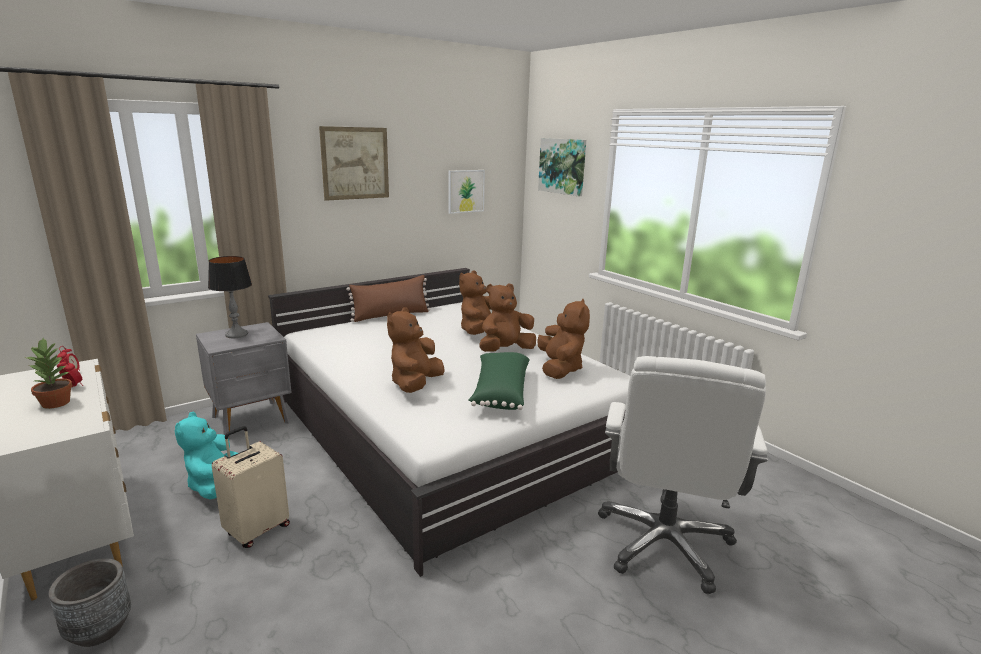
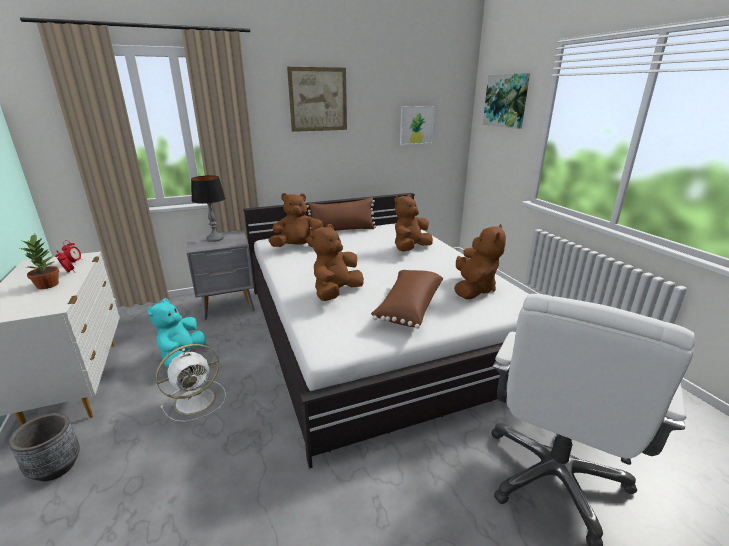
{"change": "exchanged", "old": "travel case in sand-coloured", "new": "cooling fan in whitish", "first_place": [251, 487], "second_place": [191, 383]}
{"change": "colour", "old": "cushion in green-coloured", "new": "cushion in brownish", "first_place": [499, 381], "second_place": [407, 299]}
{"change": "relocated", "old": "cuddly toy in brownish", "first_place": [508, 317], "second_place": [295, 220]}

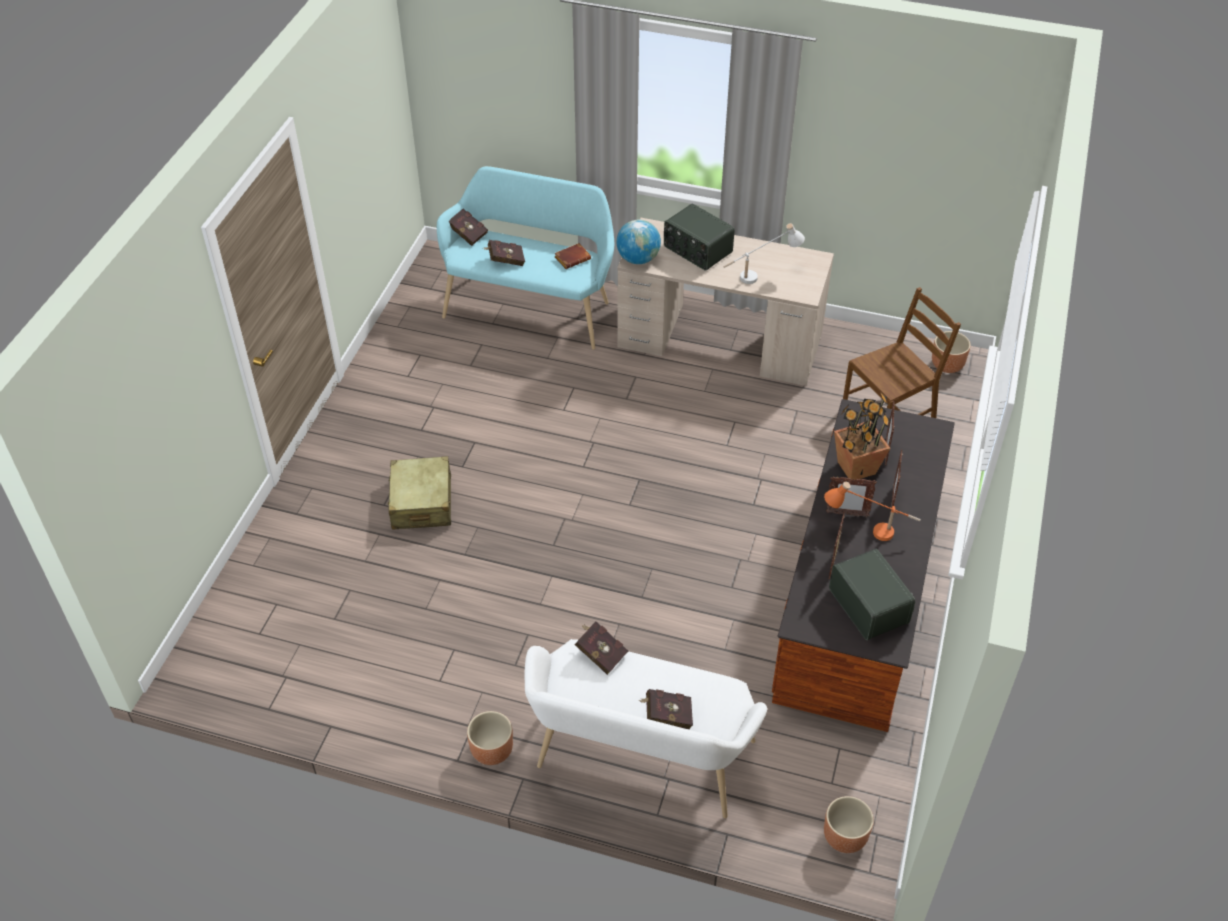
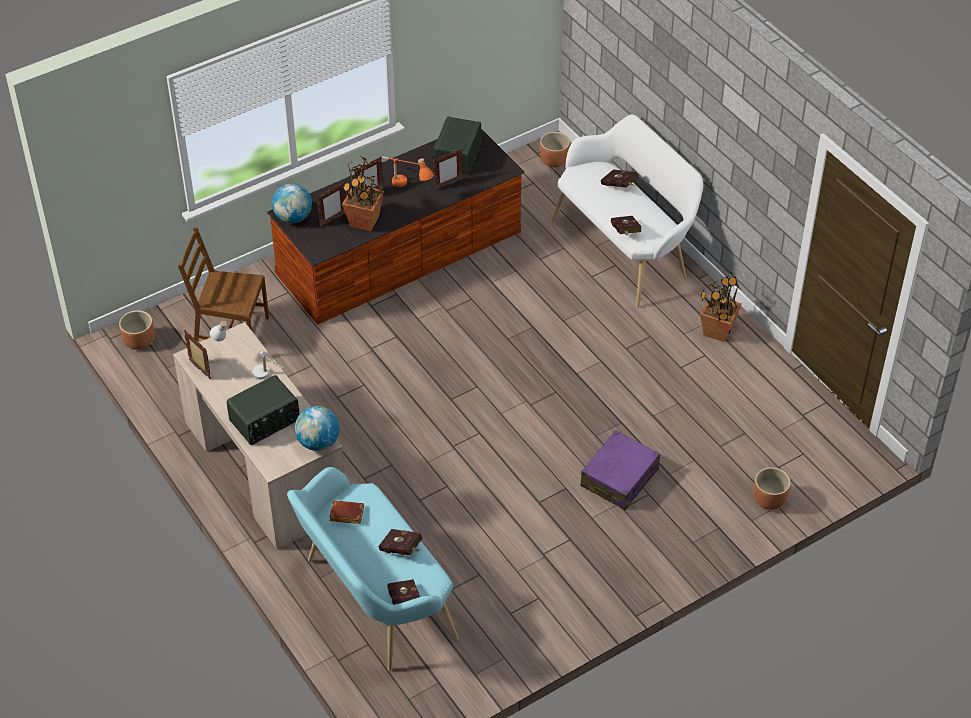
{"change": "colour", "old": "travel case in sand-coloured", "new": "travel case in purplish", "first_place": [419, 492], "second_place": [620, 470]}
{"change": "relocated", "old": "flower pot in brownish", "first_place": [490, 738], "second_place": [772, 488]}
{"change": "spun", "old": "radio", "first_place": [699, 237], "second_place": [262, 410], "degrees": 60}
{"change": "relocated", "old": "photo frame", "first_place": [851, 496], "second_place": [197, 354]}
{"change": "appeared", "new": "desk globe", "second_place": [292, 203]}
{"change": "appeared", "new": "potted plant", "second_place": [721, 306]}

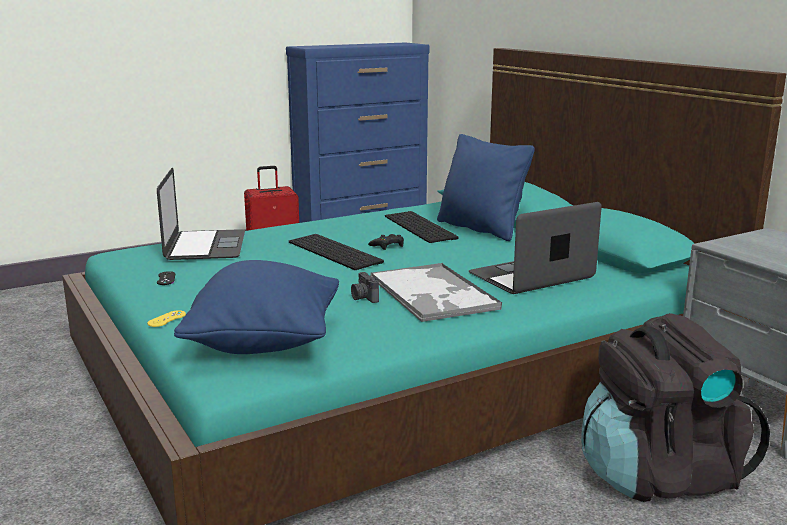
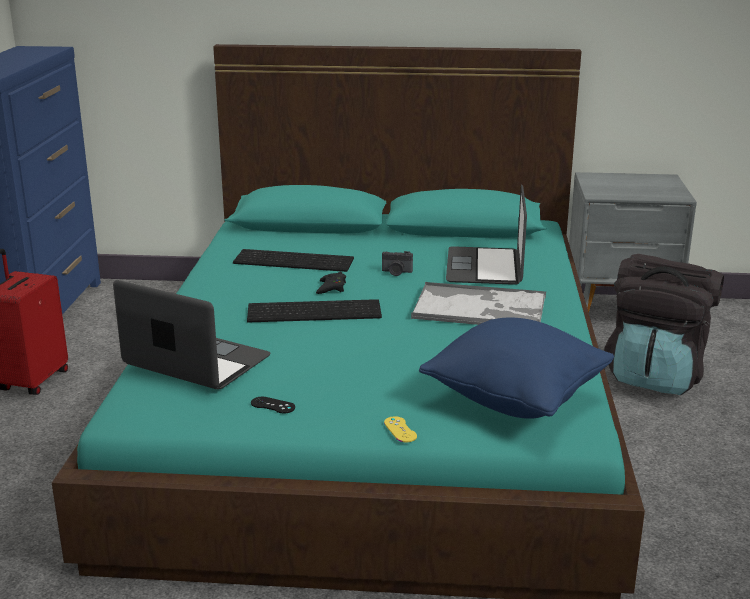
{"change": "relocated", "old": "still camera", "first_place": [365, 287], "second_place": [397, 263]}
{"change": "missing", "old": "cushion in bluish", "first_place": [486, 187]}

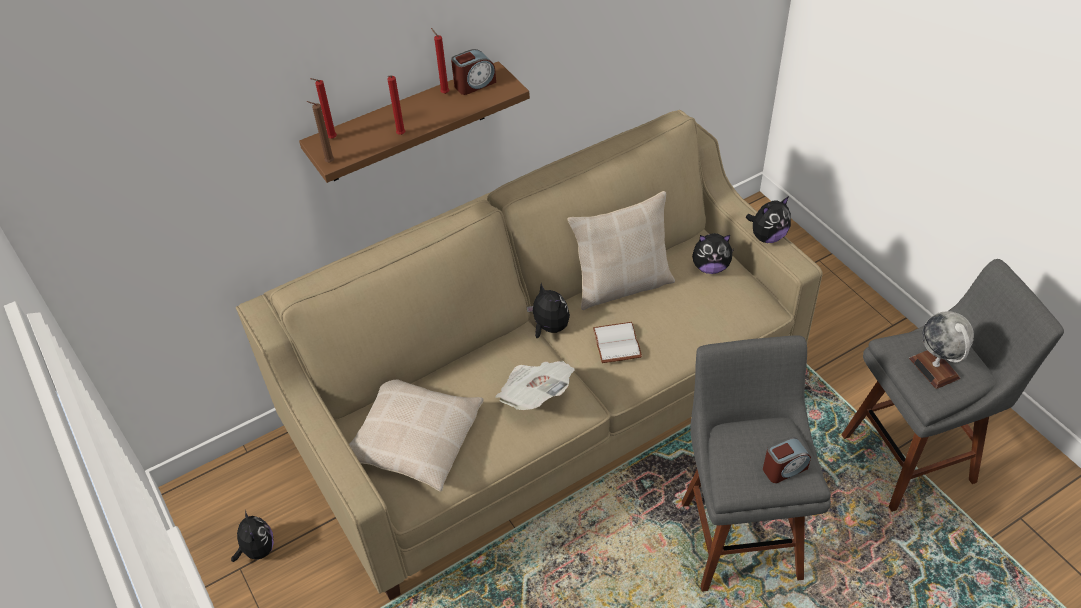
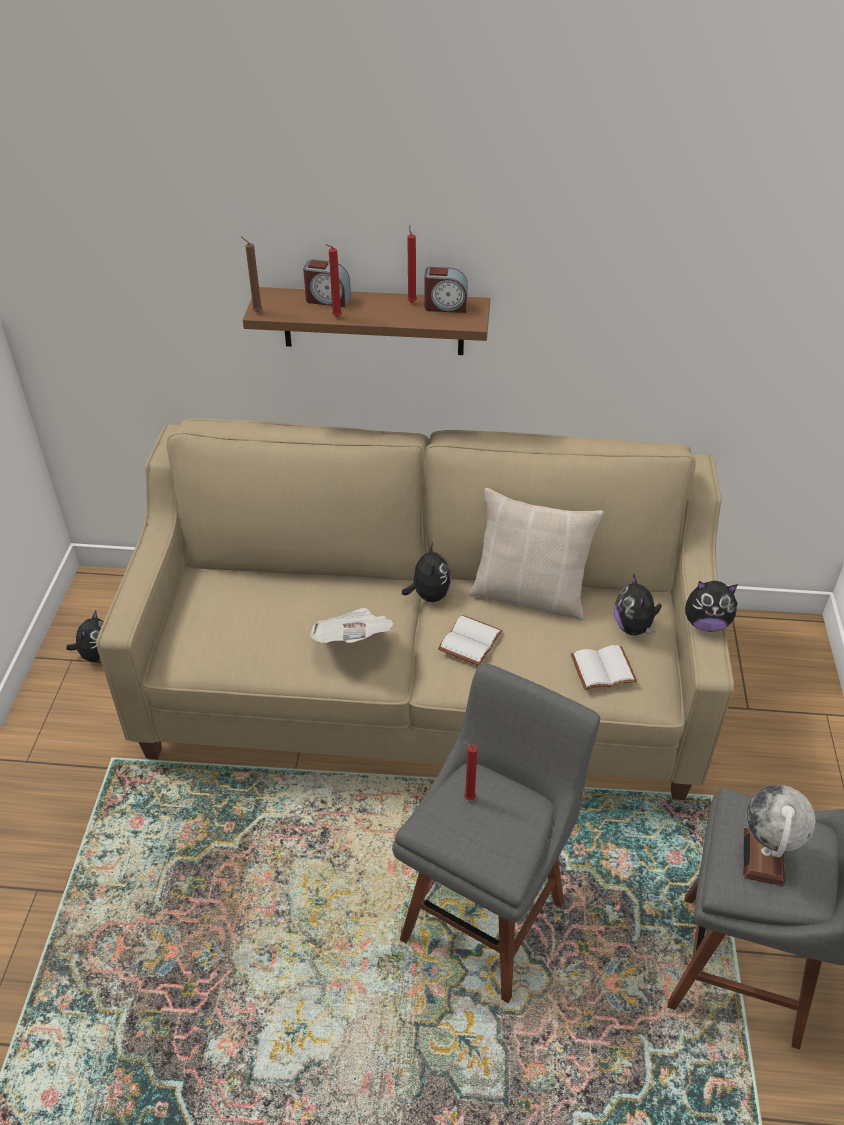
{"change": "relocated", "old": "wax light in red", "first_place": [323, 108], "second_place": [470, 771]}
{"change": "missing", "old": "cushion in sand-coloured", "first_place": [416, 436]}
{"change": "spun", "old": "cuddly toy", "first_place": [713, 253], "second_place": [638, 604], "degrees": 45}
{"change": "relocated", "old": "table clock", "first_place": [787, 460], "second_place": [327, 283]}
{"change": "appeared", "new": "bound book in whitish", "second_place": [604, 667]}

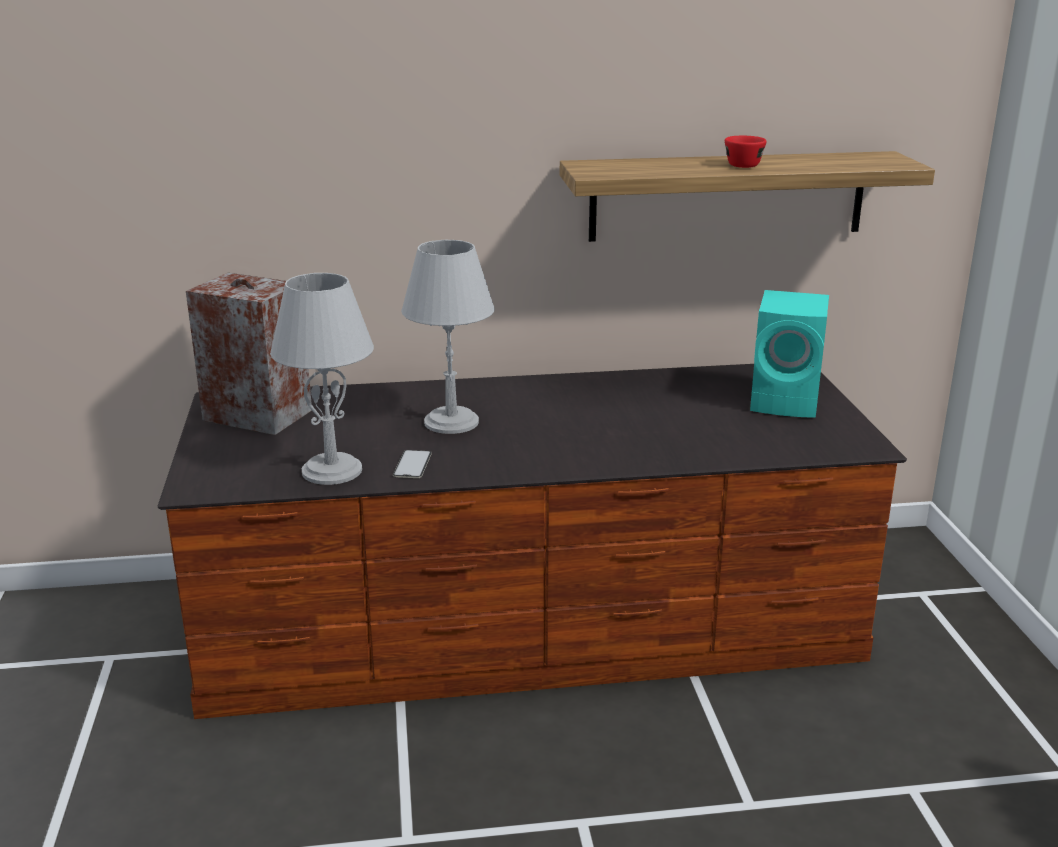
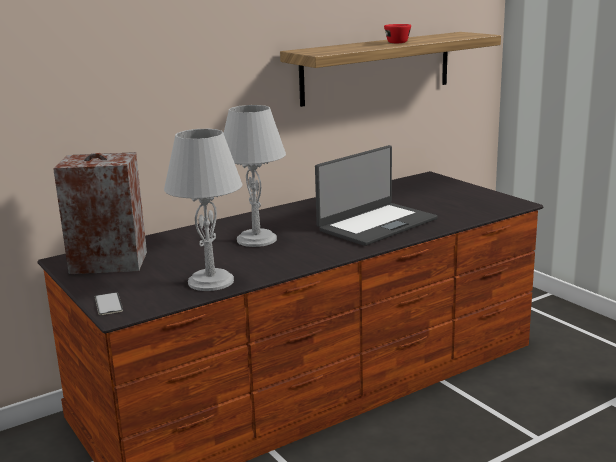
{"change": "relocated", "old": "telephone", "first_place": [412, 464], "second_place": [109, 303]}
{"change": "missing", "old": "audio speaker in turquoise-coloured", "first_place": [789, 354]}
{"change": "appeared", "new": "notebook computer", "second_place": [376, 195]}

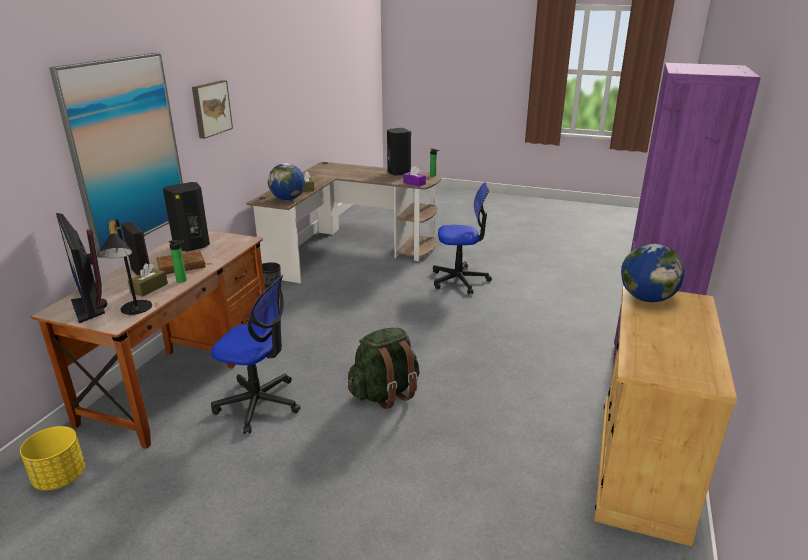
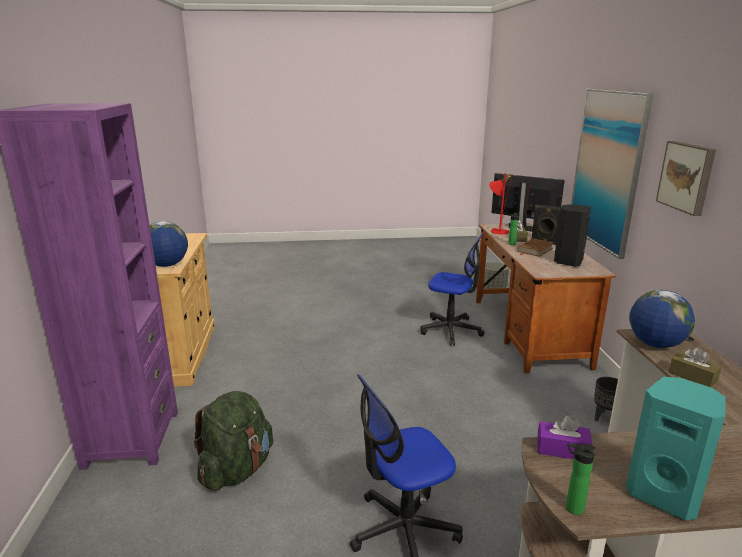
{"change": "colour", "old": "flower pot in yellow", "new": "flower pot in gray", "first_place": [52, 458], "second_place": [496, 275]}
{"change": "colour", "old": "table lamp in black", "new": "table lamp in red", "first_place": [125, 267], "second_place": [500, 203]}
{"change": "spun", "old": "office chair", "first_place": [256, 354], "second_place": [452, 289], "degrees": -150}
{"change": "relocated", "old": "knapsack in green-coloured", "first_place": [384, 368], "second_place": [233, 441]}
{"change": "colour", "old": "audio speaker in black", "new": "audio speaker in turquoise-coloured", "first_place": [399, 152], "second_place": [676, 448]}

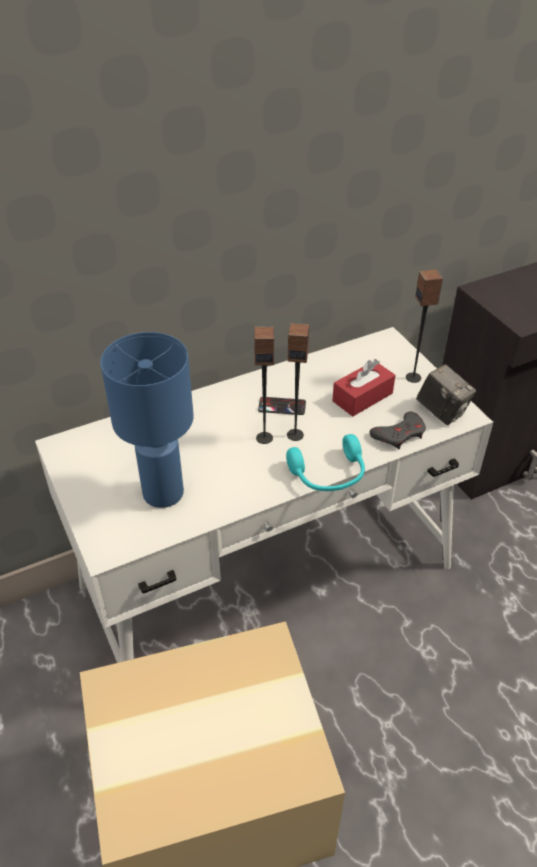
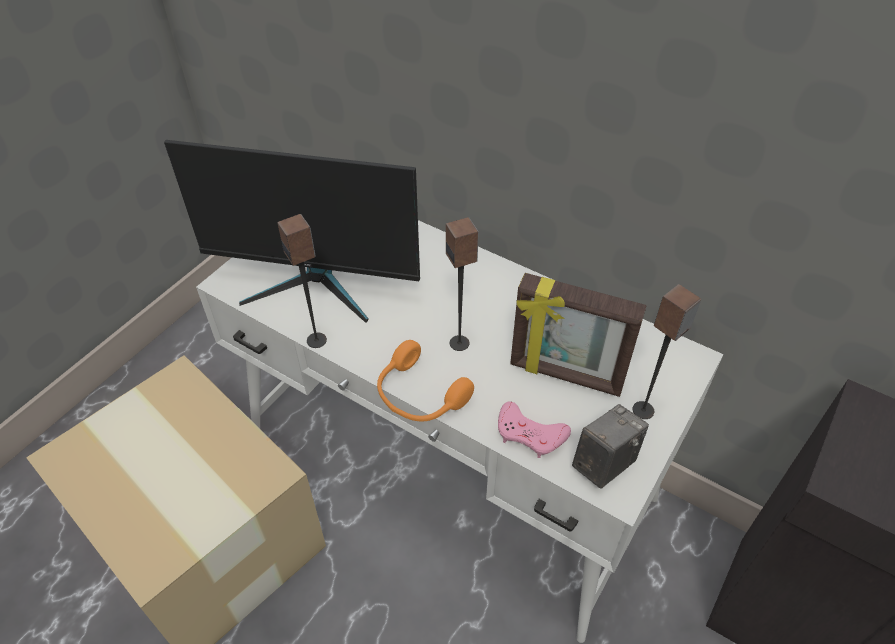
{"change": "exchanged", "old": "table lamp in bluish", "new": "monitor", "first_place": [147, 420], "second_place": [292, 231]}
{"change": "relocated", "old": "audio speaker", "first_place": [264, 385], "second_place": [302, 281]}
{"change": "missing", "old": "telephone", "first_place": [282, 406]}
{"change": "colour", "old": "headphones in turquoise-coloured", "new": "headphones in orange-coloured", "first_place": [325, 462], "second_place": [425, 381]}
{"change": "exchanged", "old": "tissue holder in red", "new": "photo frame", "first_place": [363, 388], "second_place": [578, 335]}
{"change": "colour", "old": "game controller in gray", "new": "game controller in pinkish", "first_place": [397, 430], "second_place": [534, 429]}
{"change": "spun", "old": "still camera", "first_place": [446, 394], "second_place": [610, 446], "degrees": -150}

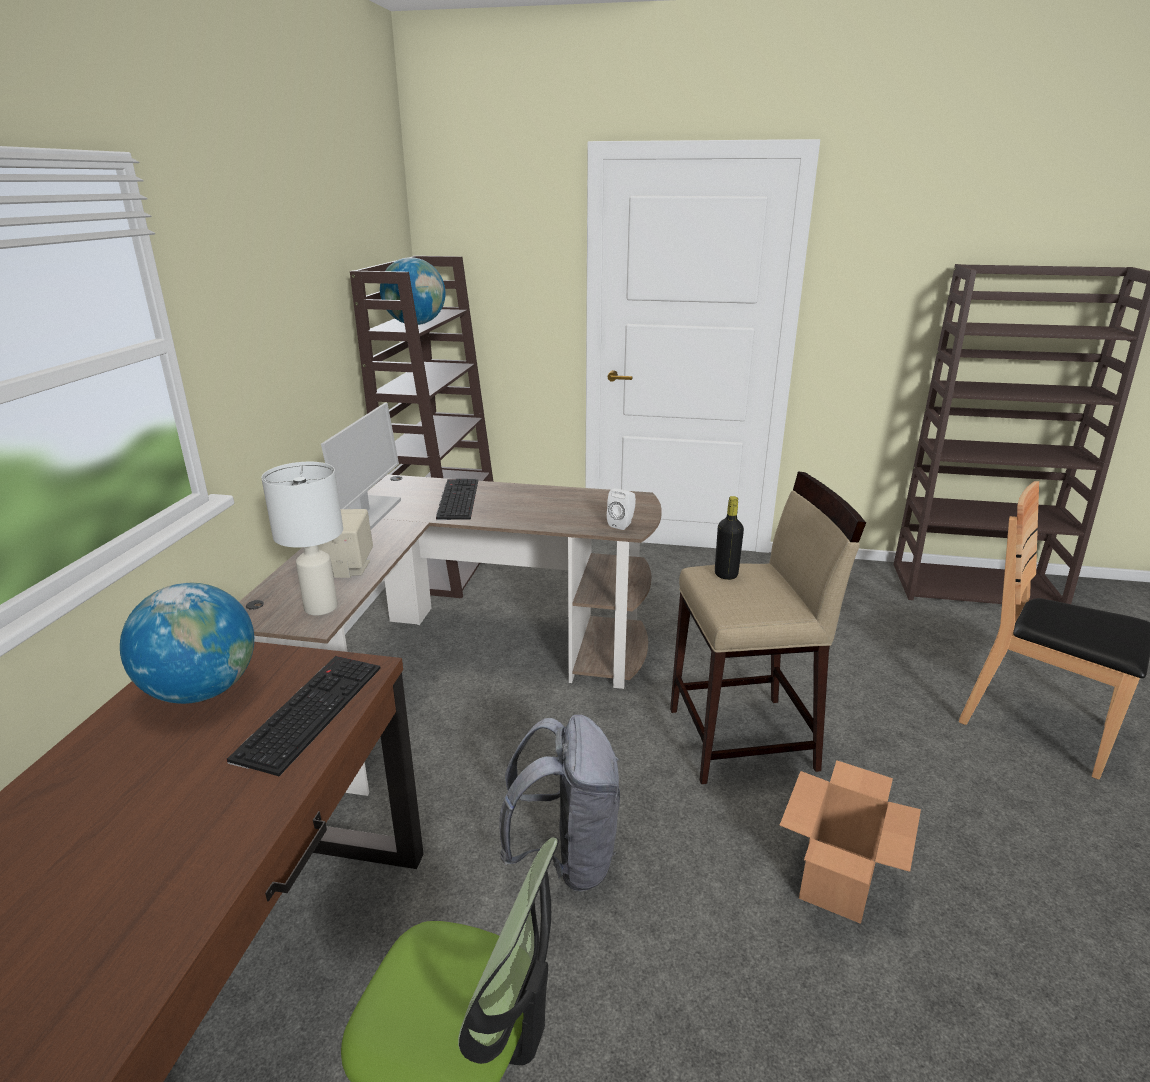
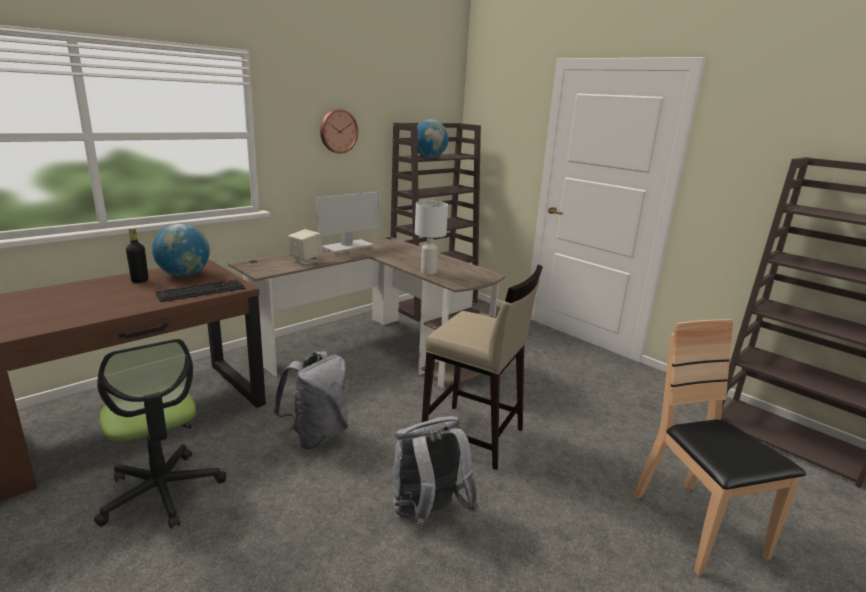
{"change": "relocated", "old": "table lamp in whitish", "first_place": [302, 539], "second_place": [431, 238]}
{"change": "missing", "old": "PC keyboard", "first_place": [457, 499]}
{"change": "missing", "old": "audio speaker in whitish", "first_place": [621, 509]}
{"change": "relocated", "old": "beverage bottle in black", "first_place": [729, 538], "second_place": [137, 255]}
{"change": "exchanged", "old": "cardboard box", "new": "knapsack in gray", "first_place": [850, 842], "second_place": [435, 472]}
{"change": "appeared", "new": "hanging clock", "second_place": [339, 131]}

